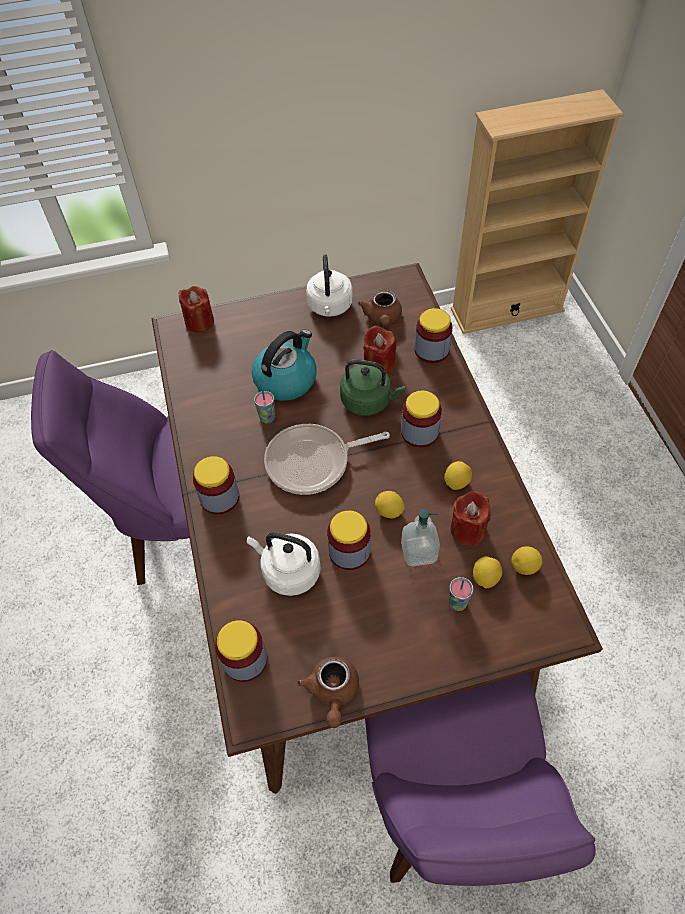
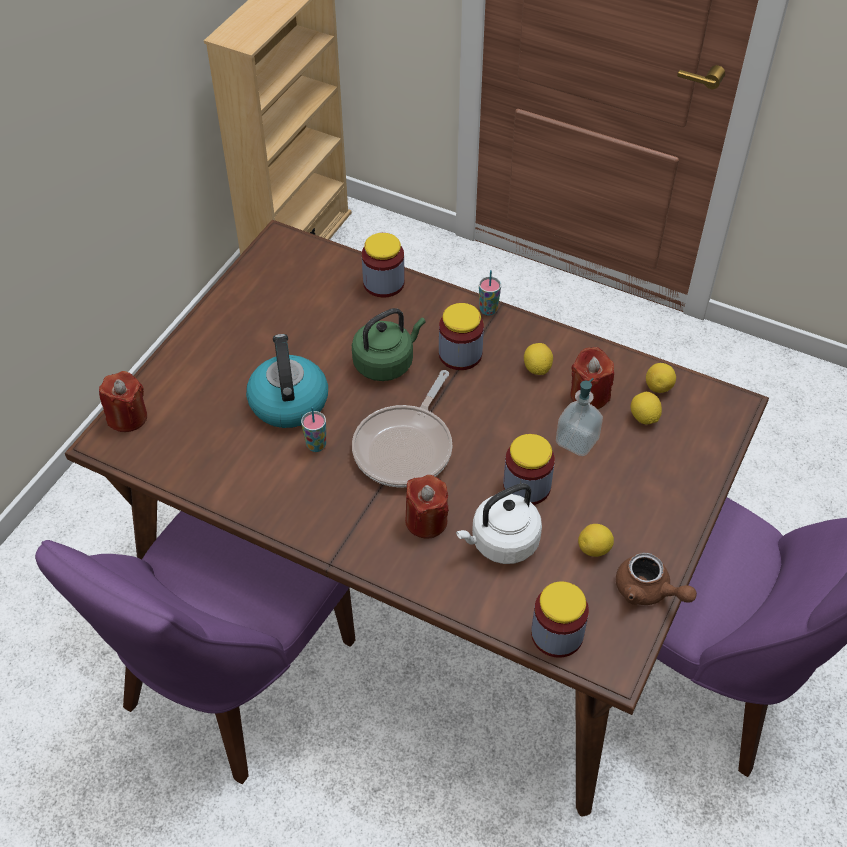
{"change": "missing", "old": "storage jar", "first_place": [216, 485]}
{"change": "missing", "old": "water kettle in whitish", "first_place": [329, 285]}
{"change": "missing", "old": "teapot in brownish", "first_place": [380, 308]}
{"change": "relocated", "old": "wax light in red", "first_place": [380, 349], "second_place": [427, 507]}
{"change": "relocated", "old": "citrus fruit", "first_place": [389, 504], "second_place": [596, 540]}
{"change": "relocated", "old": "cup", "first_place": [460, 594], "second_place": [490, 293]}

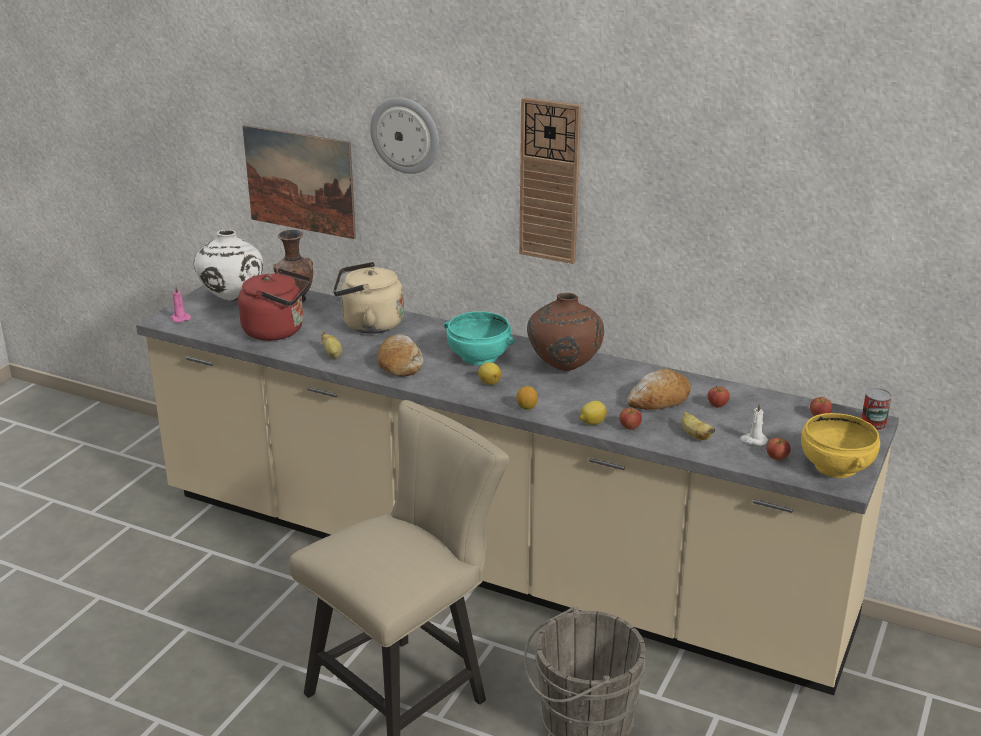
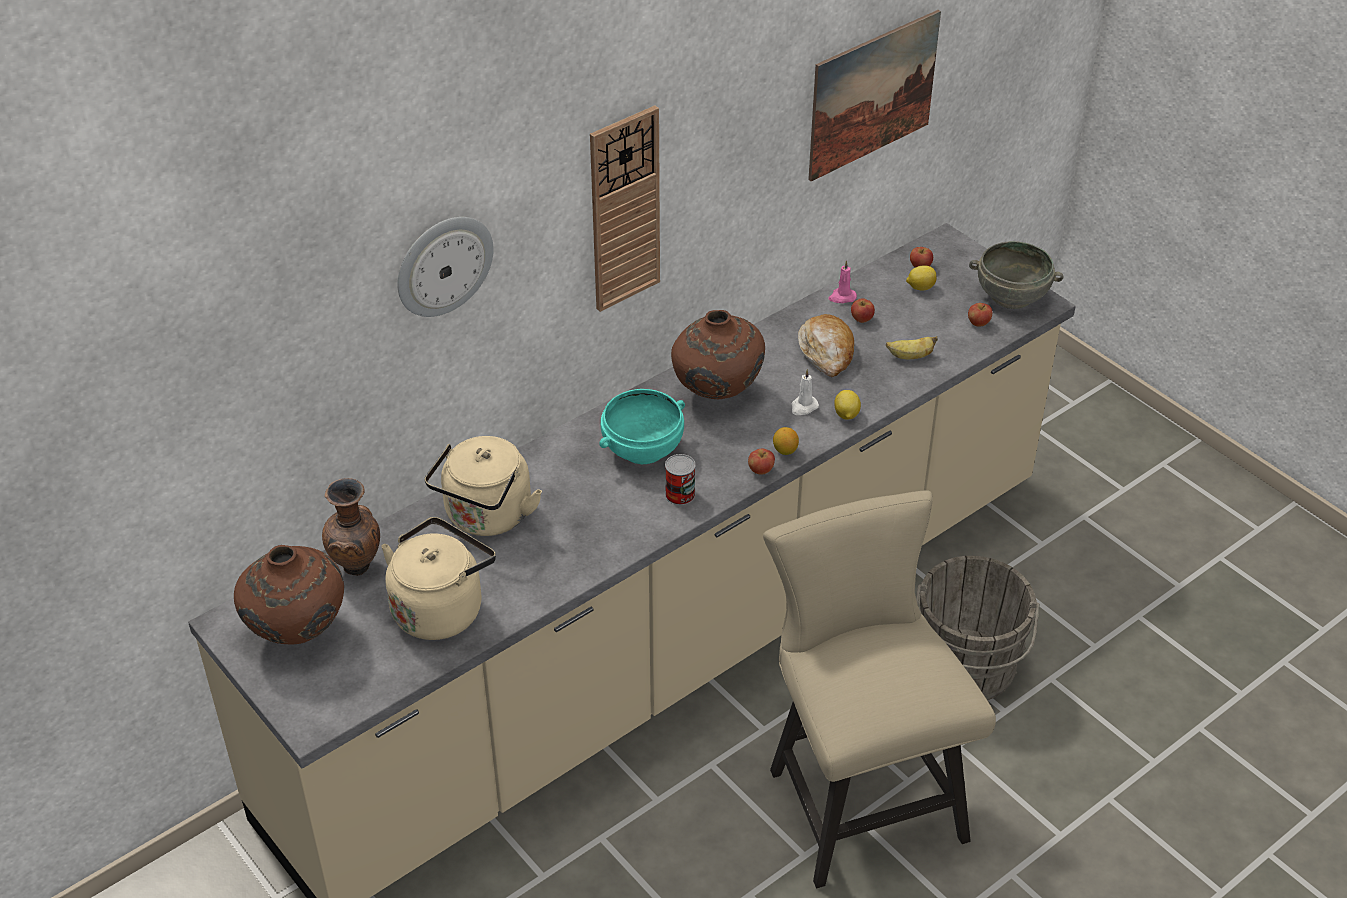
{"change": "relocated", "old": "wax light in pinkish", "first_place": [180, 304], "second_place": [843, 281]}
{"change": "colour", "old": "vase in whitish", "new": "vase in brownish", "first_place": [228, 265], "second_place": [289, 594]}
{"change": "colour", "old": "water kettle in red", "new": "water kettle in sand-coloured", "first_place": [274, 304], "second_place": [438, 578]}
{"change": "relocated", "old": "wall art", "first_place": [299, 182], "second_place": [874, 95]}
{"change": "missing", "old": "whole banana", "first_place": [331, 345]}
{"change": "missing", "old": "baked bread", "first_place": [400, 355]}
{"change": "relocated", "old": "citrus fruit", "first_place": [489, 373], "second_place": [921, 277]}
{"change": "relocated", "old": "apple fruit", "first_place": [630, 419], "second_place": [761, 461]}
{"change": "relocated", "old": "wax light in whitish", "first_place": [754, 424], "second_place": [805, 392]}
{"change": "colour", "old": "deep dish in yellow", "new": "deep dish in gray", "first_place": [840, 445], "second_place": [1016, 275]}
{"change": "relocated", "old": "metal can", "first_place": [876, 409], "second_place": [680, 479]}

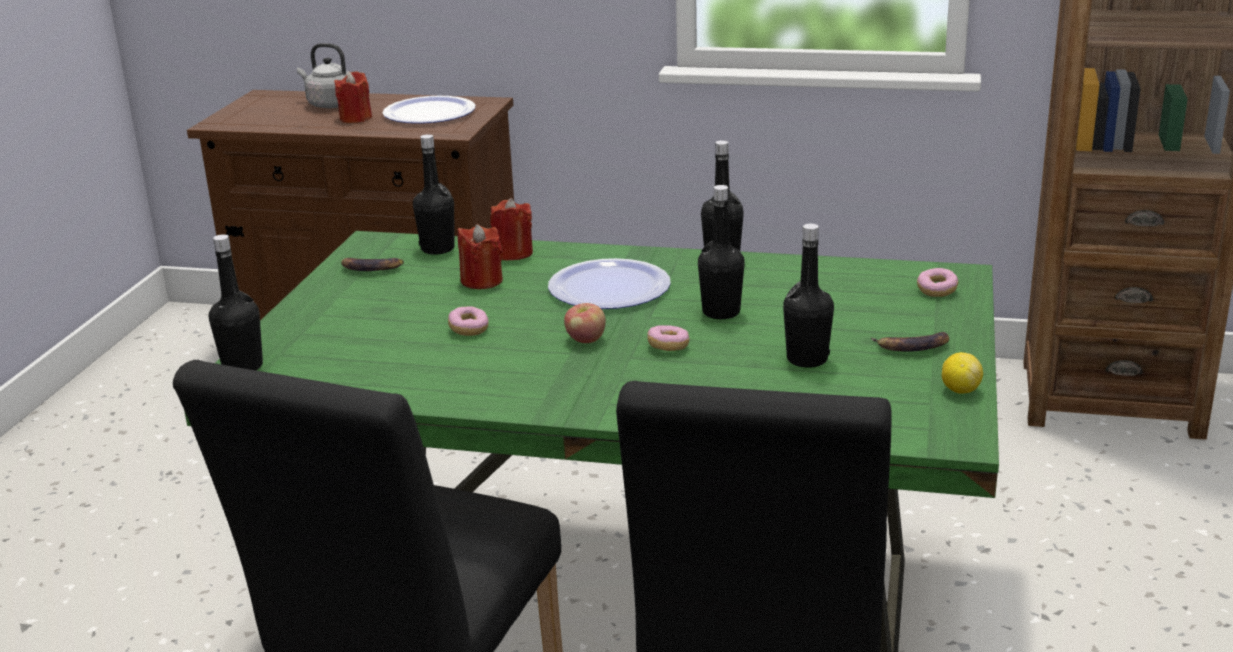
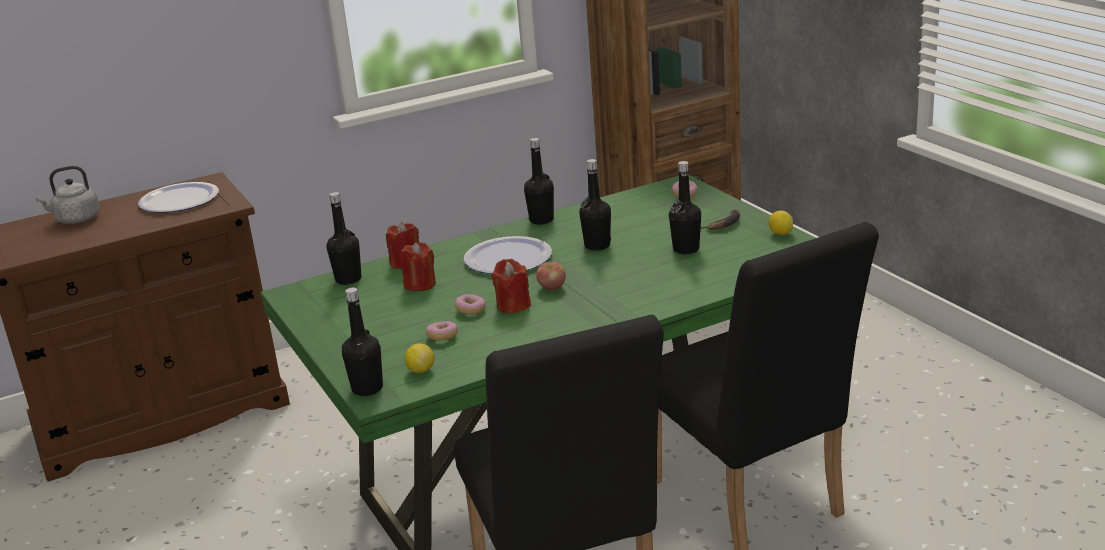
{"change": "relocated", "old": "wax light in red", "first_place": [353, 97], "second_place": [511, 286]}
{"change": "missing", "old": "whole banana", "first_place": [372, 264]}
{"change": "relocated", "old": "ring doughnut", "first_place": [668, 338], "second_place": [442, 330]}
{"change": "appeared", "new": "citrus fruit", "second_place": [419, 358]}

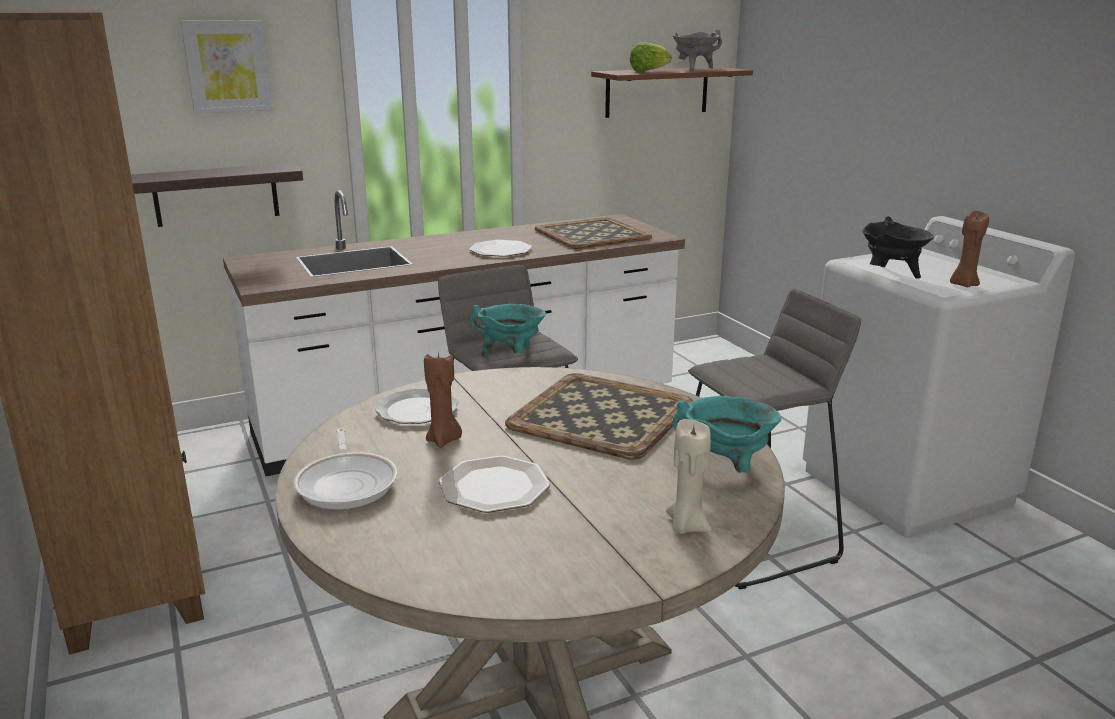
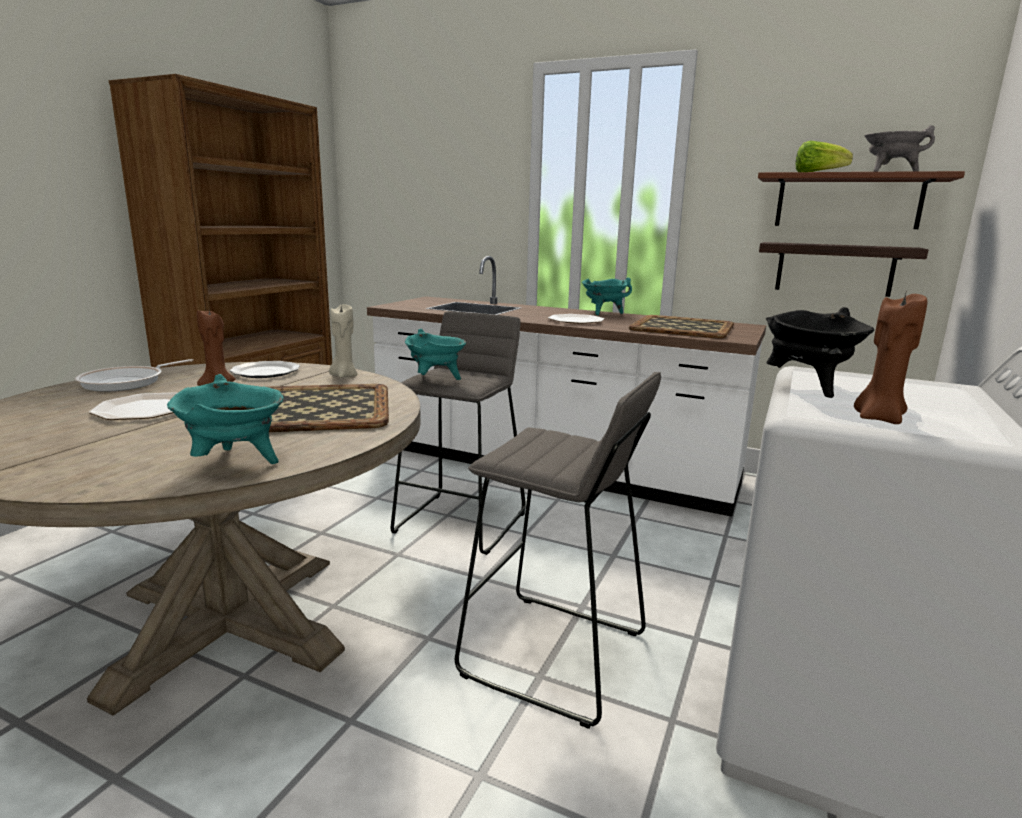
{"change": "relocated", "old": "bracket shelf", "first_place": [217, 195], "second_place": [843, 269]}
{"change": "missing", "old": "wall art", "first_place": [226, 67]}
{"change": "relocated", "old": "wax light in sand-coloured", "first_place": [689, 476], "second_place": [343, 341]}
{"change": "appeared", "new": "cooking pot in turquoise-coloured", "second_place": [607, 297]}

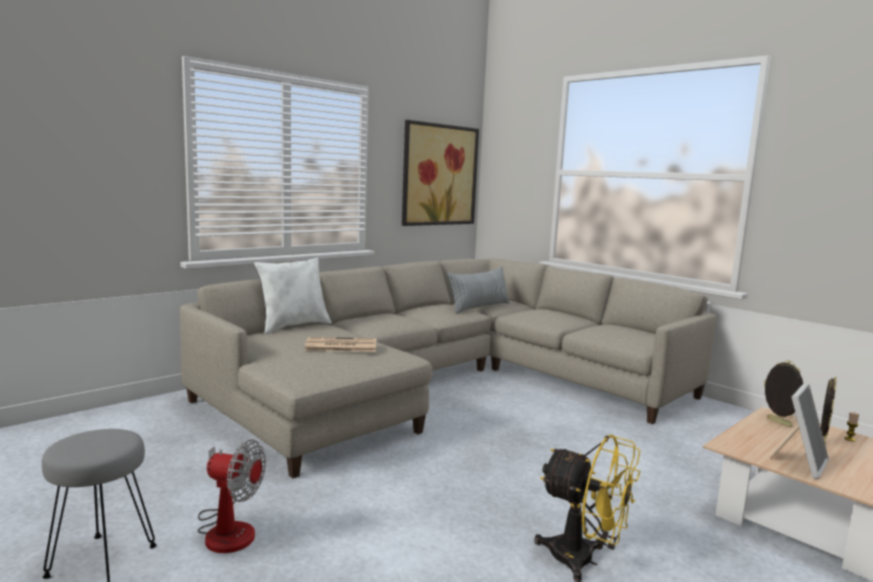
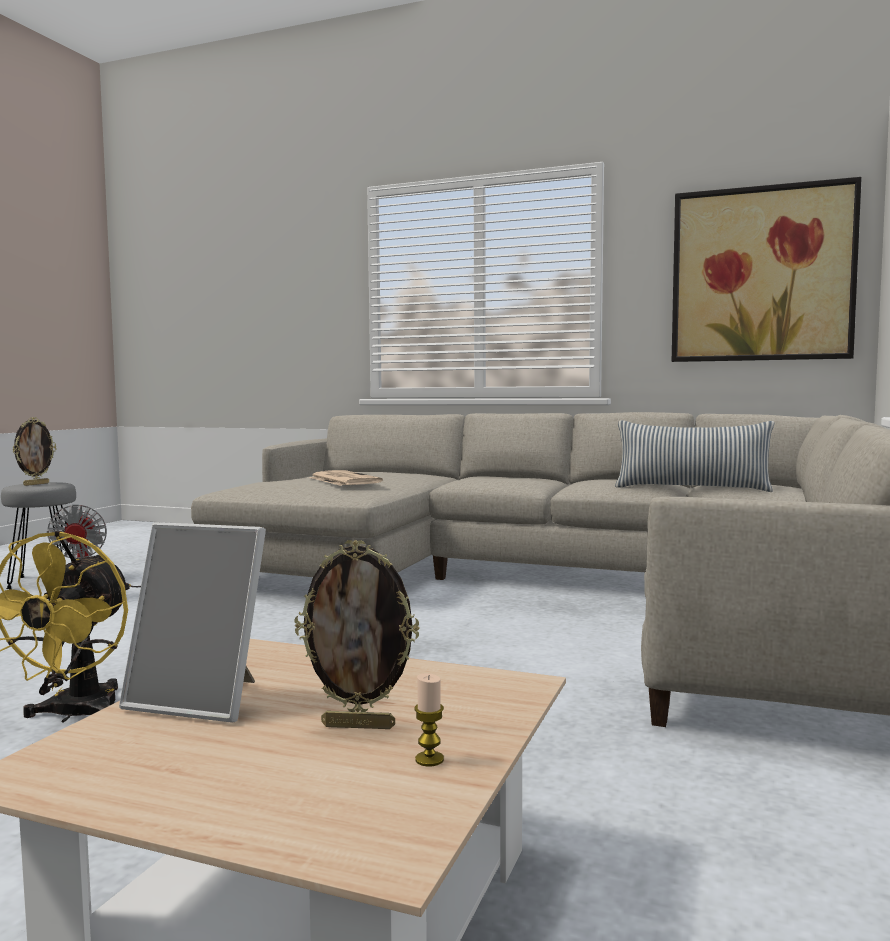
{"change": "missing", "old": "cushion in whitish", "first_place": [293, 296]}
{"change": "relocated", "old": "photo frame", "first_place": [784, 393], "second_place": [34, 451]}

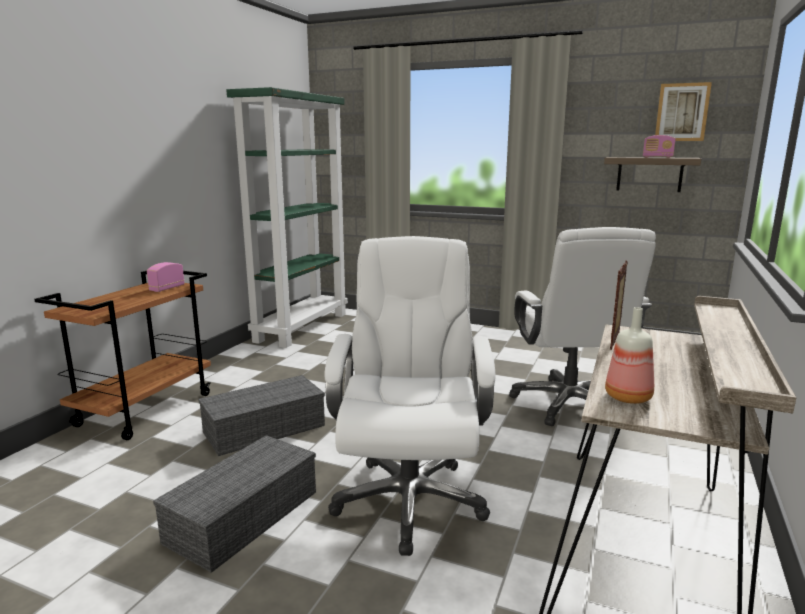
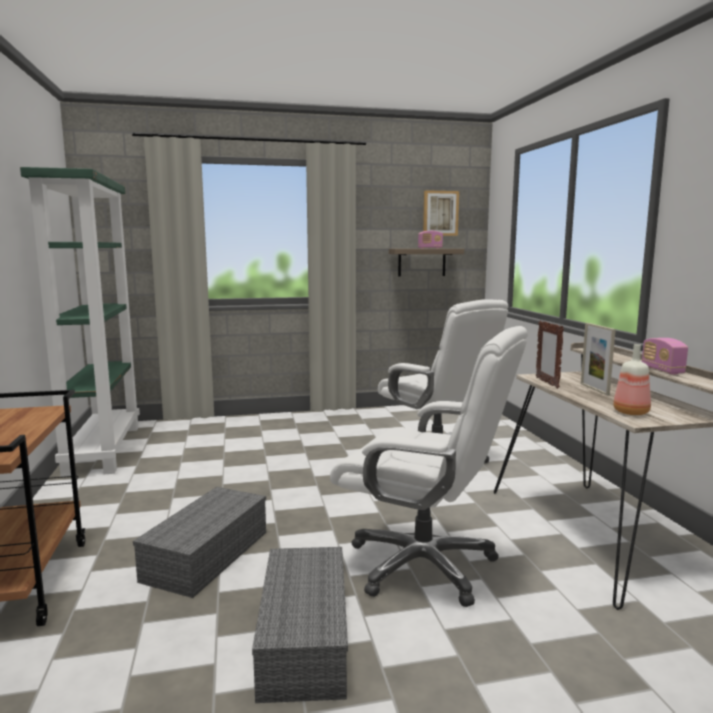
{"change": "relocated", "old": "radio", "first_place": [165, 277], "second_place": [665, 356]}
{"change": "spun", "old": "office chair in whitish", "first_place": [410, 396], "second_place": [429, 466], "degrees": 150}
{"change": "appeared", "new": "photo frame", "second_place": [598, 359]}

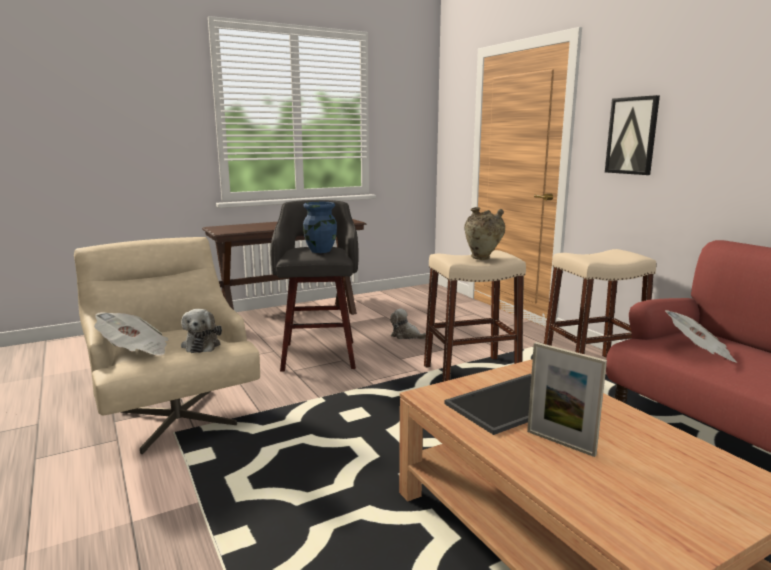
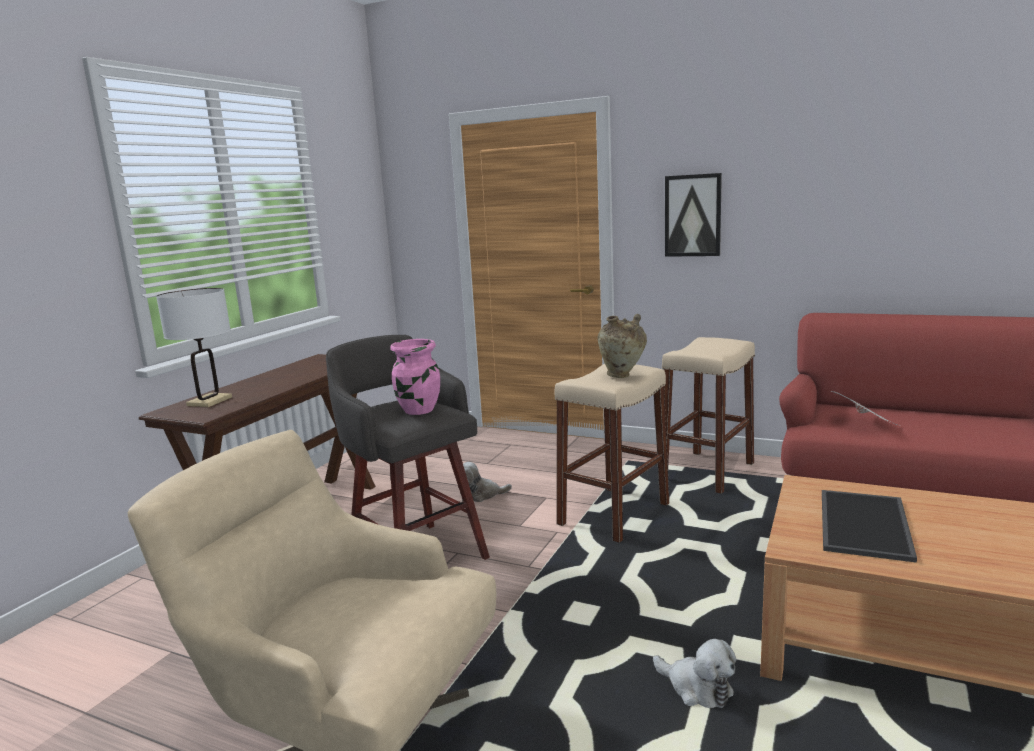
{"change": "missing", "old": "newspaper", "first_place": [131, 334]}
{"change": "relocated", "old": "cuddly toy", "first_place": [201, 331], "second_place": [694, 673]}
{"change": "colour", "old": "vase in bluish", "new": "vase in pinkish", "first_place": [320, 227], "second_place": [415, 377]}
{"change": "missing", "old": "photo frame", "first_place": [567, 399]}
{"change": "appeared", "new": "table lamp in whitish", "second_place": [194, 347]}

